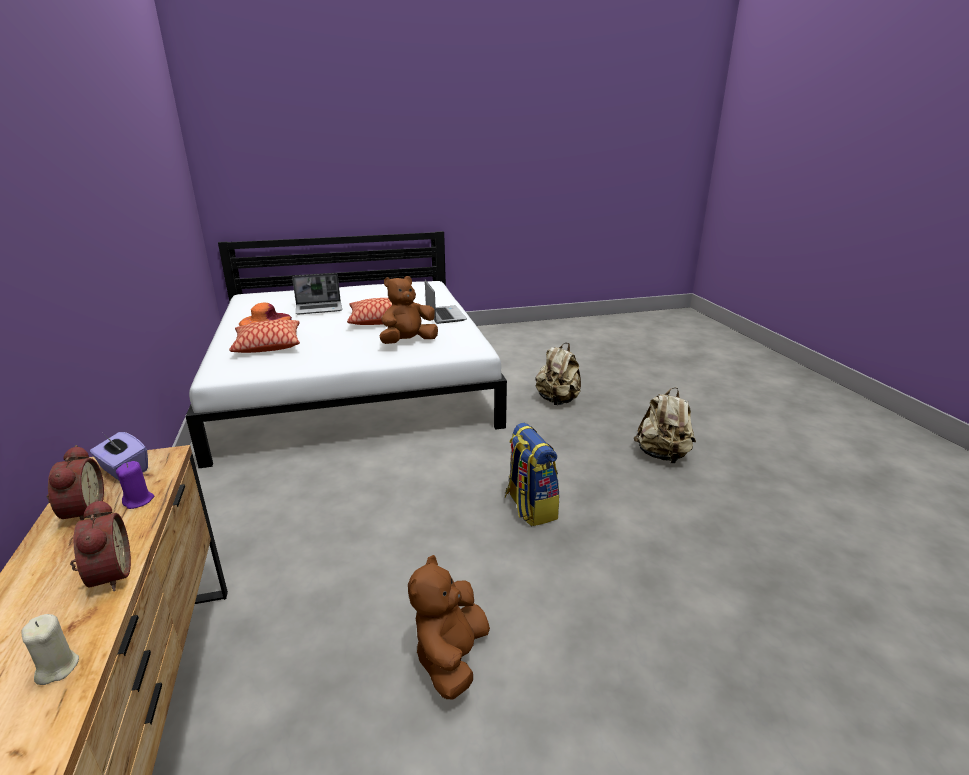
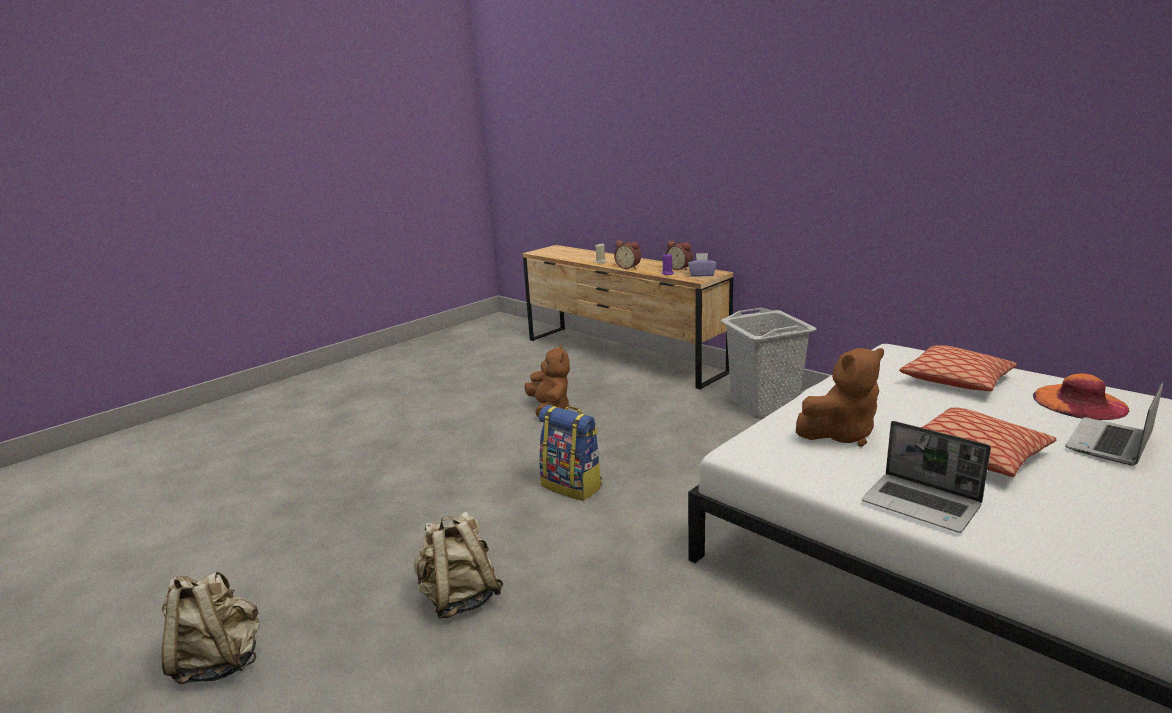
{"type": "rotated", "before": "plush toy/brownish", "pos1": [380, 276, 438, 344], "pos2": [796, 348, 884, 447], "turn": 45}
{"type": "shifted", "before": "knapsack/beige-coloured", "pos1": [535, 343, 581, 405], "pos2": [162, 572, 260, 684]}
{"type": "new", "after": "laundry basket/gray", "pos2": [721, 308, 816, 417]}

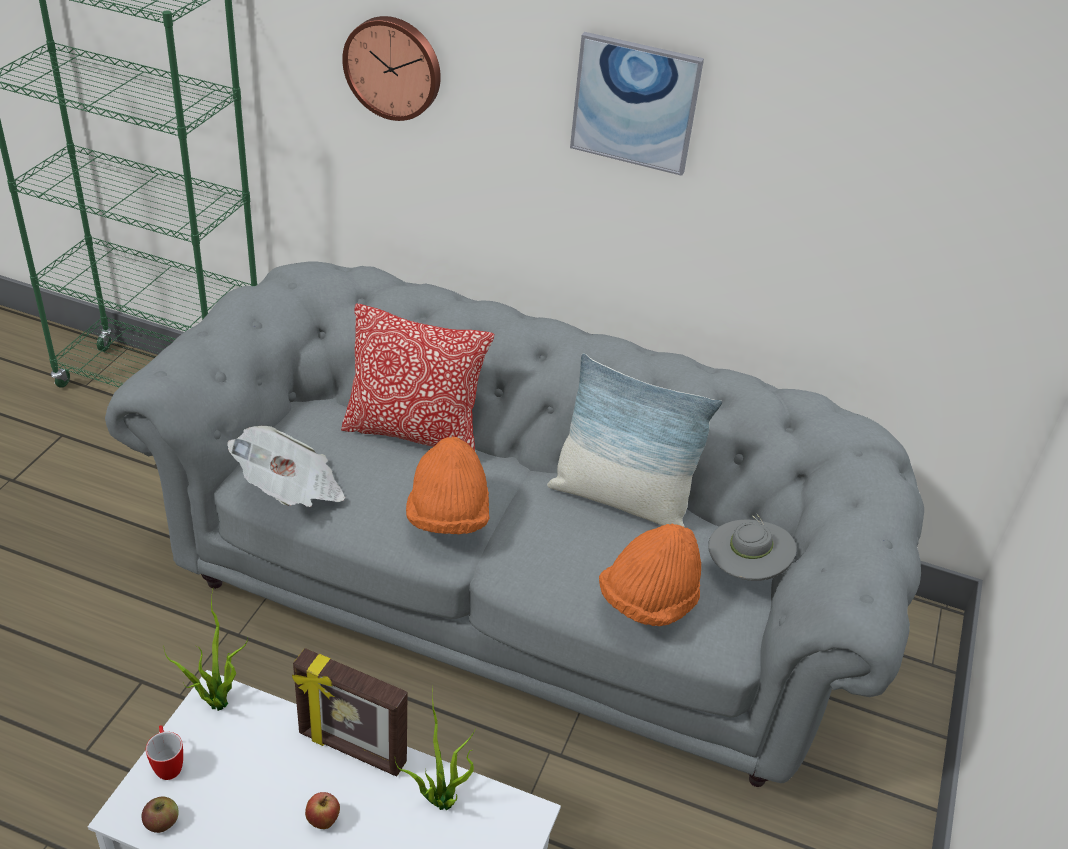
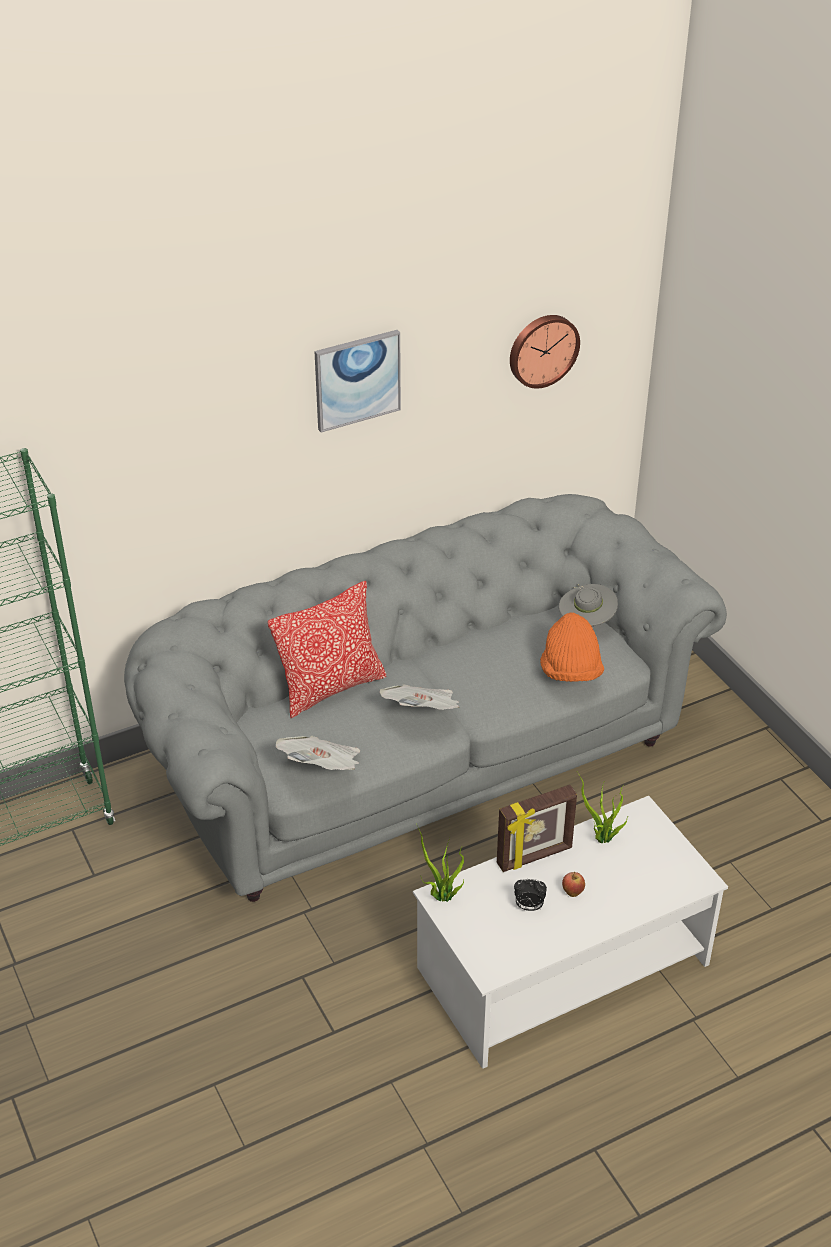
{"type": "gone", "before": "apple", "pos1": [142, 796, 179, 833]}
{"type": "gone", "before": "tea mug", "pos1": [146, 725, 183, 780]}
{"type": "shifted", "before": "hanging clock", "pos1": [342, 16, 441, 121], "pos2": [510, 315, 580, 389]}
{"type": "swapped", "before": "clothing hat/orange", "after": "daily paper", "pos1": [406, 436, 490, 534], "pos2": [380, 684, 459, 710]}
{"type": "gone", "before": "throw pillow", "pos1": [547, 353, 722, 527]}
{"type": "new", "after": "alarm clock", "pos2": [514, 879, 547, 911]}

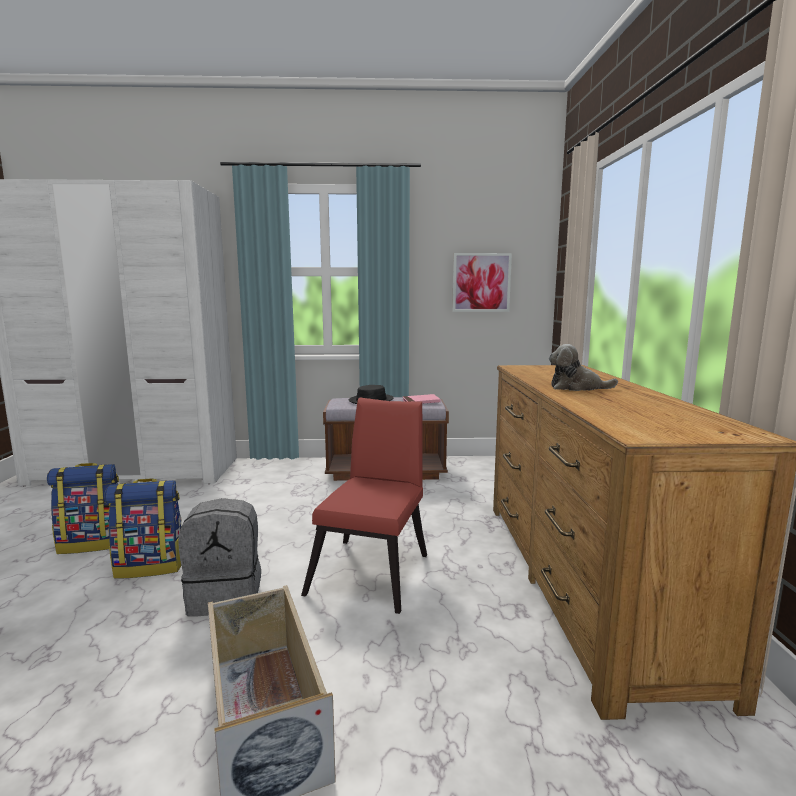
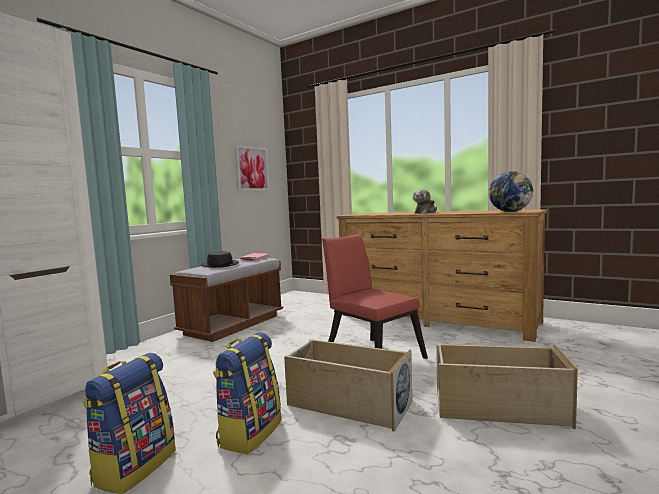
{"type": "swapped", "before": "knapsack/gray", "after": "storage container/beige-coloured", "pos1": [179, 498, 261, 617], "pos2": [284, 339, 412, 432]}
{"type": "new", "after": "world globe", "pos2": [489, 171, 533, 212]}

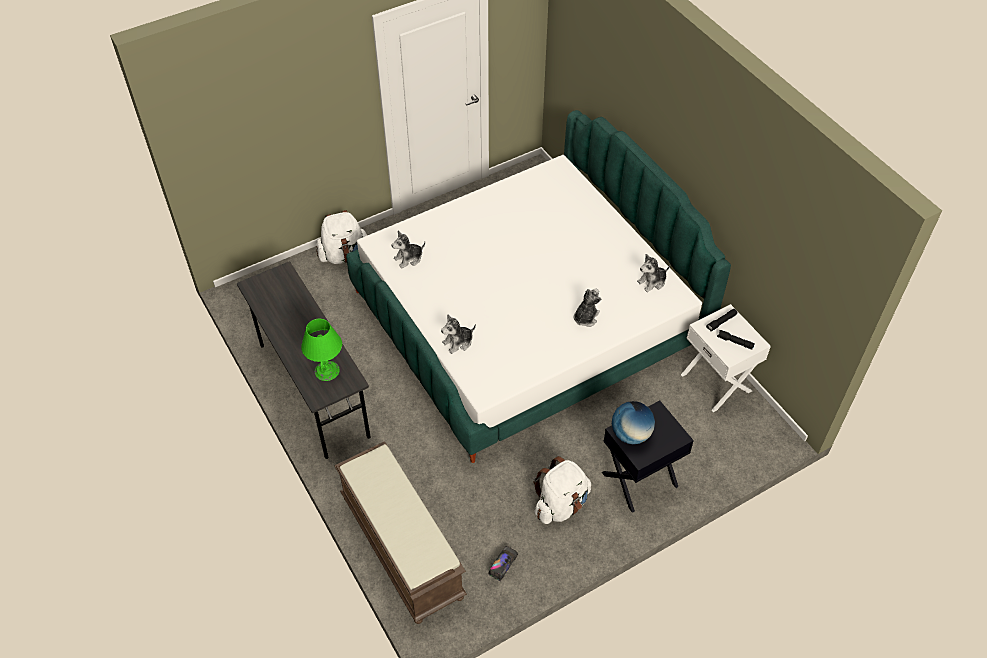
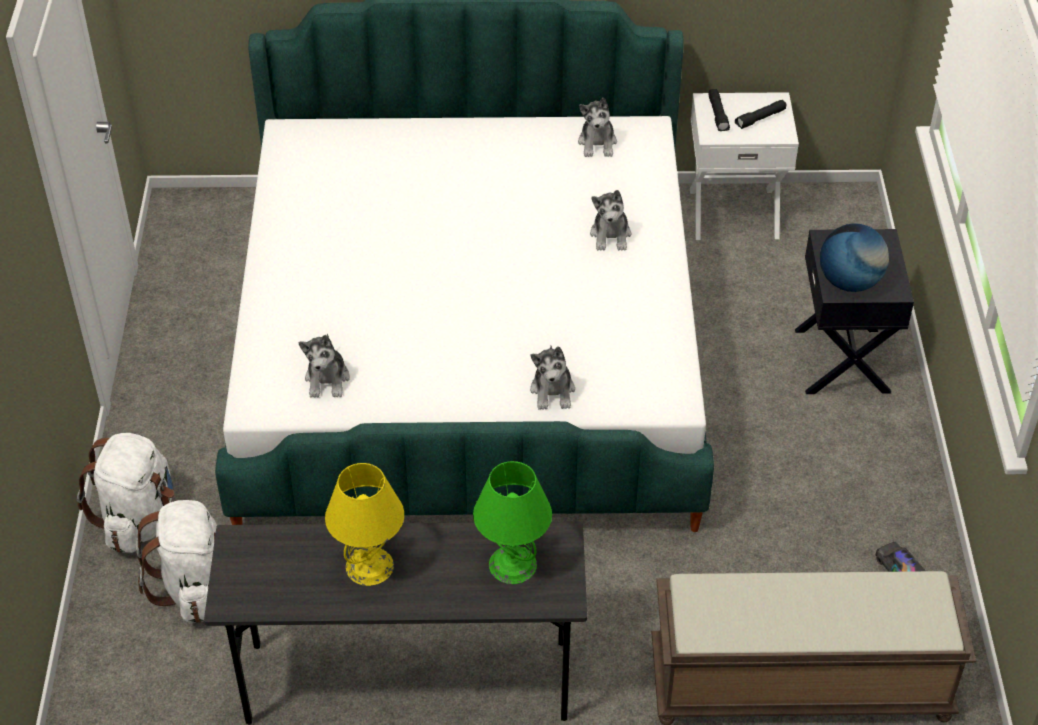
{"type": "shifted", "before": "knapsack/white-coloured", "pos1": [533, 456, 591, 524], "pos2": [136, 500, 218, 623]}
{"type": "rotated", "before": "plush toy", "pos1": [574, 288, 602, 327], "pos2": [590, 190, 631, 250], "turn": -150}
{"type": "new", "after": "lamp for a table/yellowish", "pos2": [325, 463, 404, 586]}

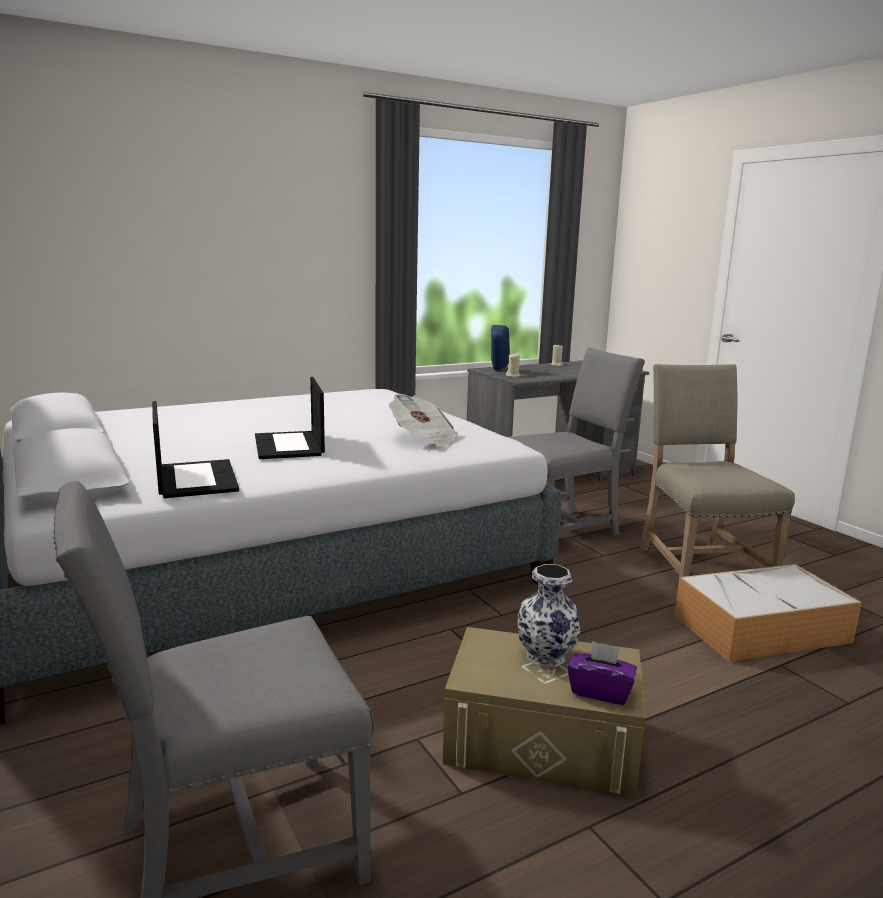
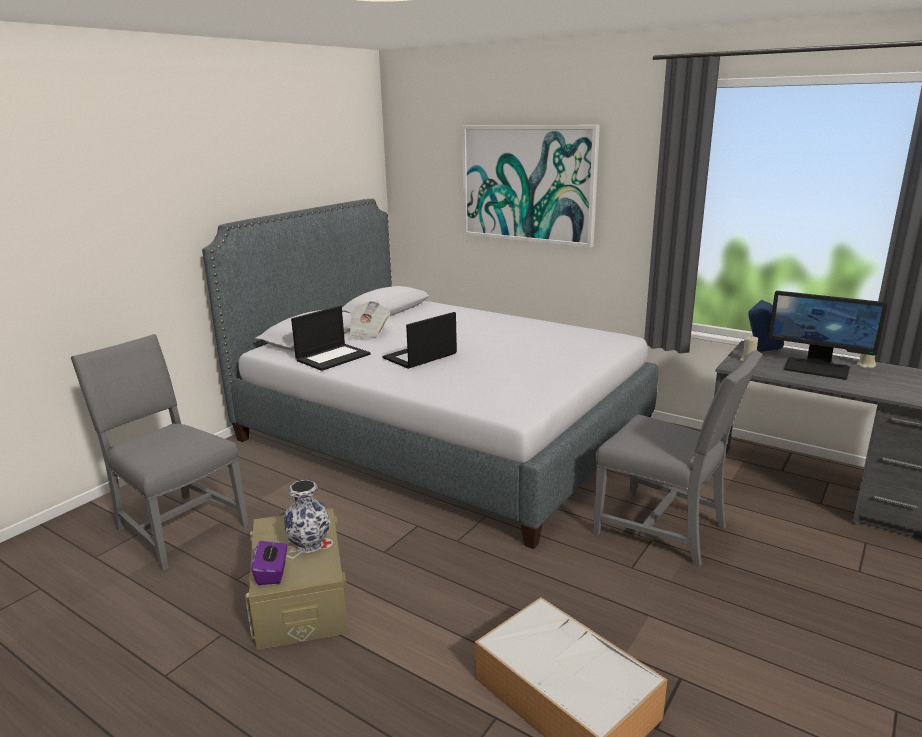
{"type": "shifted", "before": "daily paper", "pos1": [389, 394, 458, 447], "pos2": [347, 301, 390, 340]}
{"type": "gone", "before": "chair/beige-coloured", "pos1": [640, 364, 795, 593]}
{"type": "new", "after": "picture", "pos2": [462, 125, 600, 248]}
{"type": "new", "after": "computer screen", "pos2": [769, 291, 888, 380]}

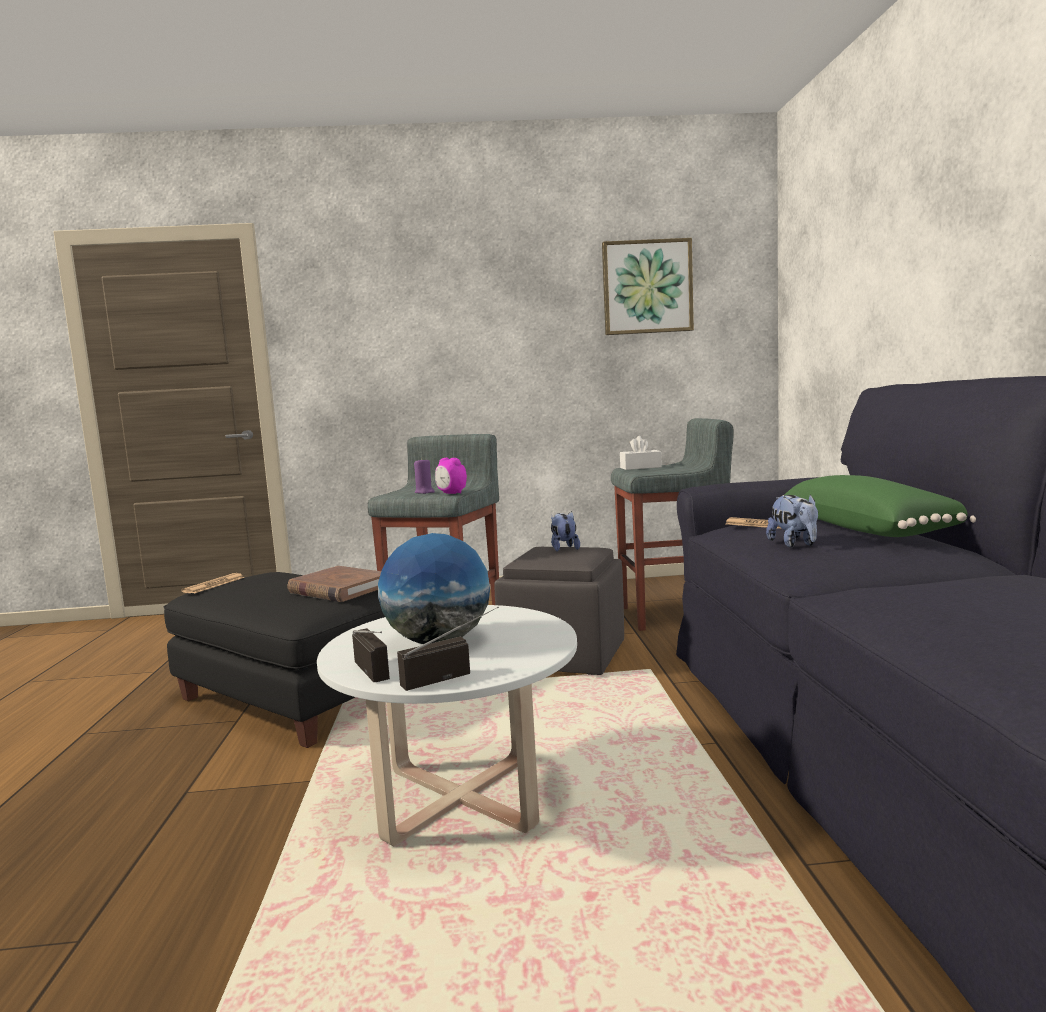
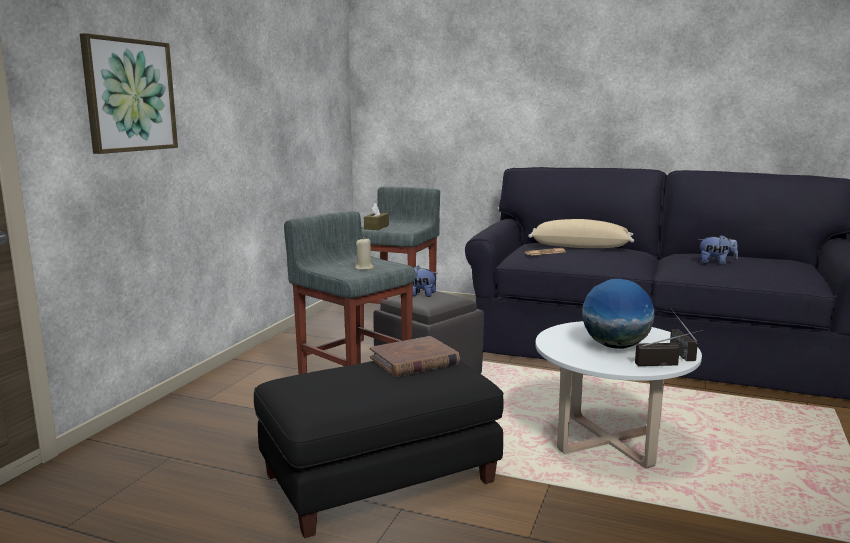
{"type": "gone", "before": "daily paper", "pos1": [181, 573, 245, 593]}
{"type": "repainted", "before": "candle/purple", "after": "candle/beige-coloured", "pos1": [414, 460, 435, 494], "pos2": [355, 237, 374, 270]}
{"type": "gone", "before": "alarm clock", "pos1": [435, 458, 467, 494]}
{"type": "shifted", "before": "picture", "pos1": [602, 238, 694, 335], "pos2": [80, 33, 178, 154]}
{"type": "repainted", "before": "tissue holder/white-coloured", "after": "tissue holder/brownish", "pos1": [620, 436, 662, 470], "pos2": [364, 203, 389, 230]}
{"type": "shifted", "before": "plush toy", "pos1": [766, 494, 818, 548], "pos2": [698, 235, 738, 265]}
{"type": "repainted", "before": "throw pillow/green-coloured", "after": "throw pillow/beige-coloured", "pos1": [783, 475, 976, 537], "pos2": [528, 219, 634, 248]}

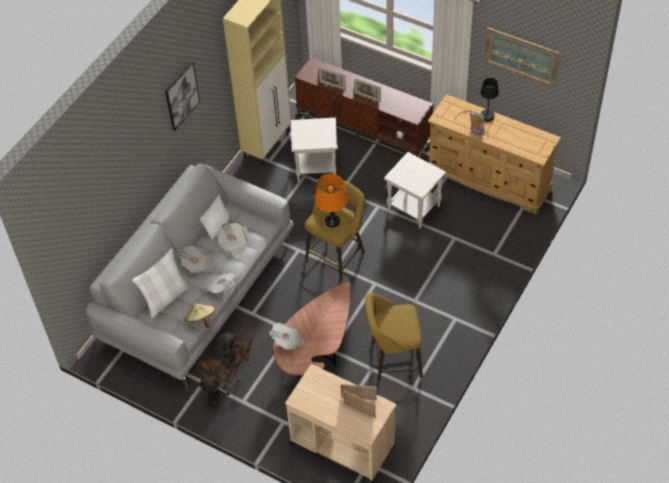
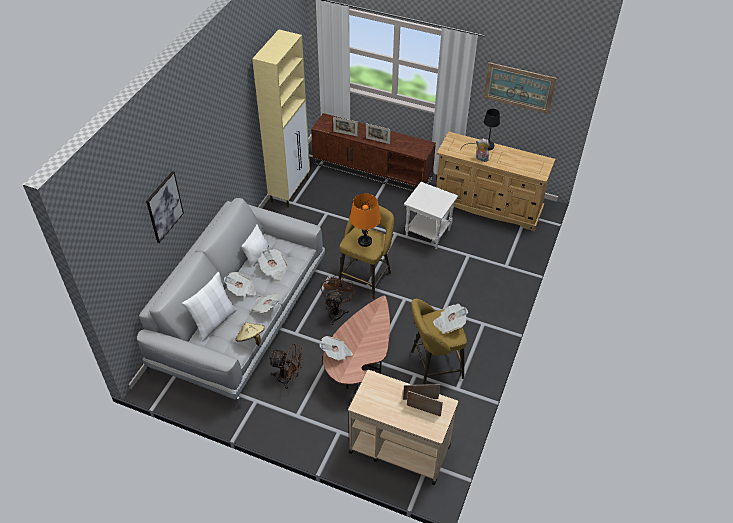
{"type": "shifted", "before": "picture", "pos1": [165, 61, 200, 131], "pos2": [146, 171, 184, 243]}
{"type": "shifted", "before": "fan/brownish", "pos1": [197, 354, 236, 409], "pos2": [321, 274, 355, 325]}
{"type": "gone", "before": "accent table/white-coloured", "pos1": [291, 118, 338, 182]}
{"type": "new", "after": "daily paper", "pos2": [433, 304, 468, 334]}

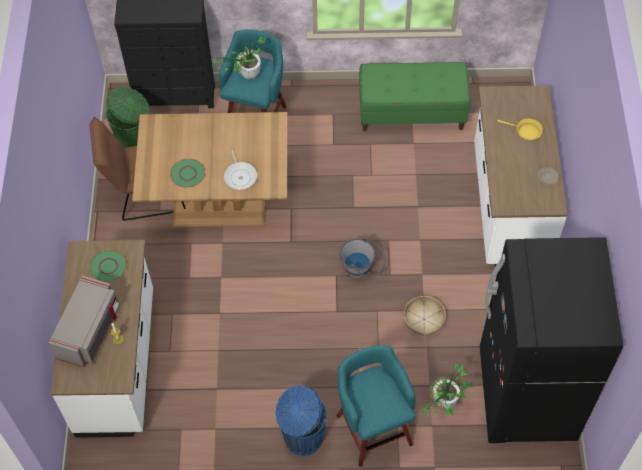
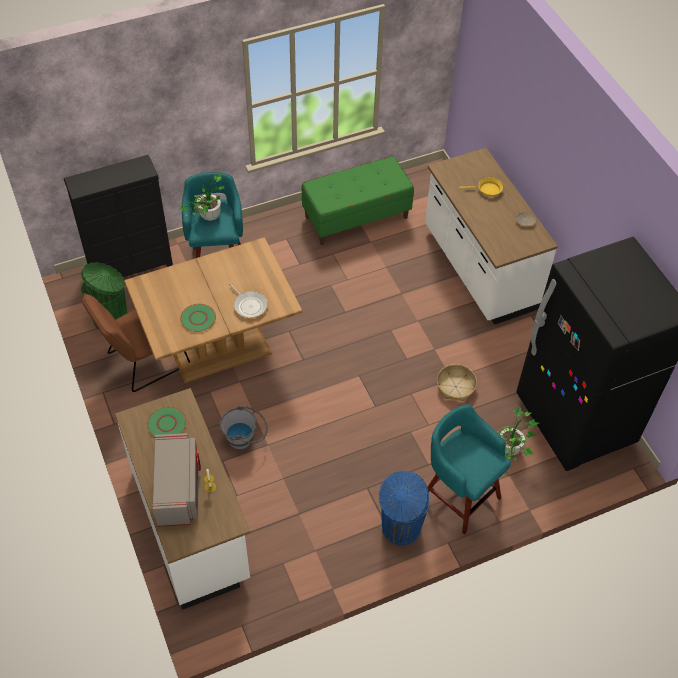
{"type": "shifted", "before": "water bucket/gray", "pos1": [340, 237, 385, 278], "pos2": [220, 406, 268, 449]}

